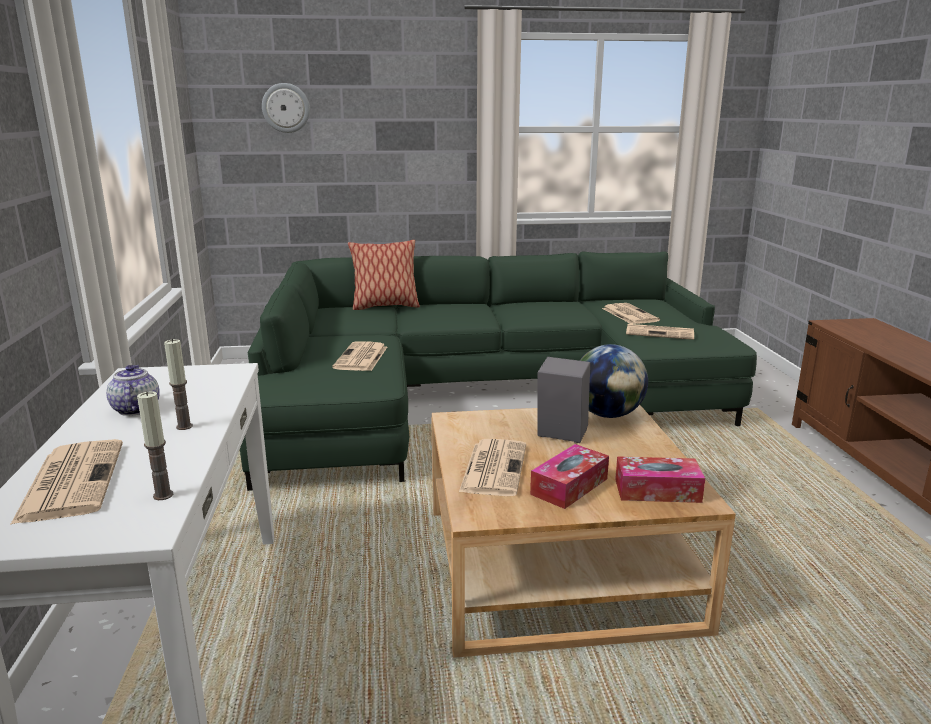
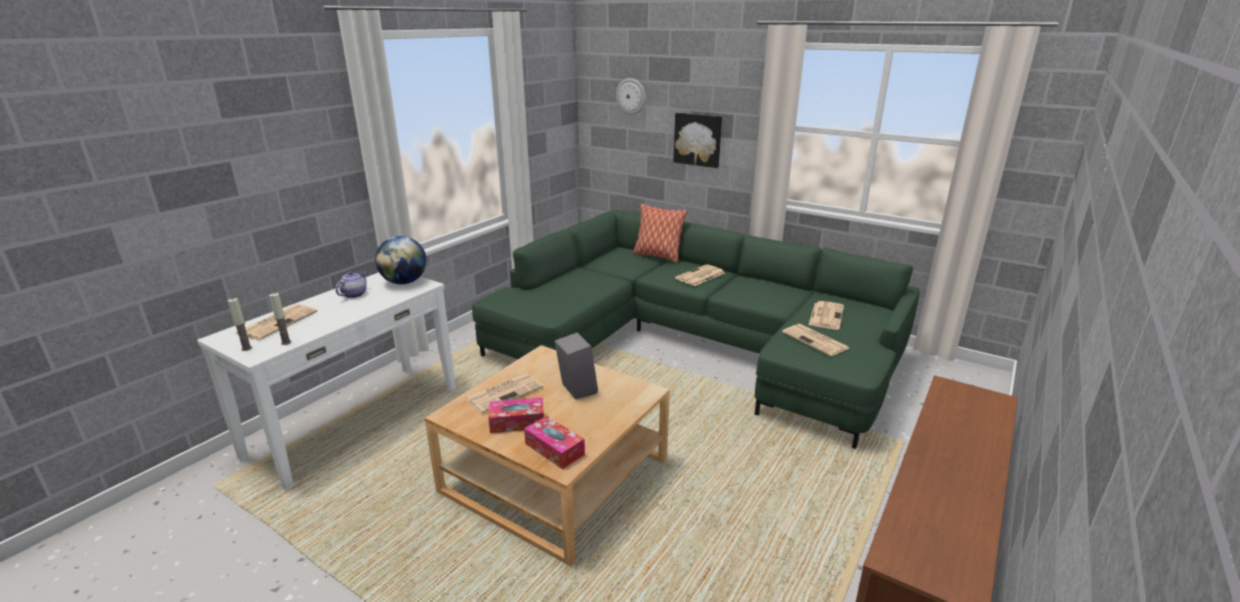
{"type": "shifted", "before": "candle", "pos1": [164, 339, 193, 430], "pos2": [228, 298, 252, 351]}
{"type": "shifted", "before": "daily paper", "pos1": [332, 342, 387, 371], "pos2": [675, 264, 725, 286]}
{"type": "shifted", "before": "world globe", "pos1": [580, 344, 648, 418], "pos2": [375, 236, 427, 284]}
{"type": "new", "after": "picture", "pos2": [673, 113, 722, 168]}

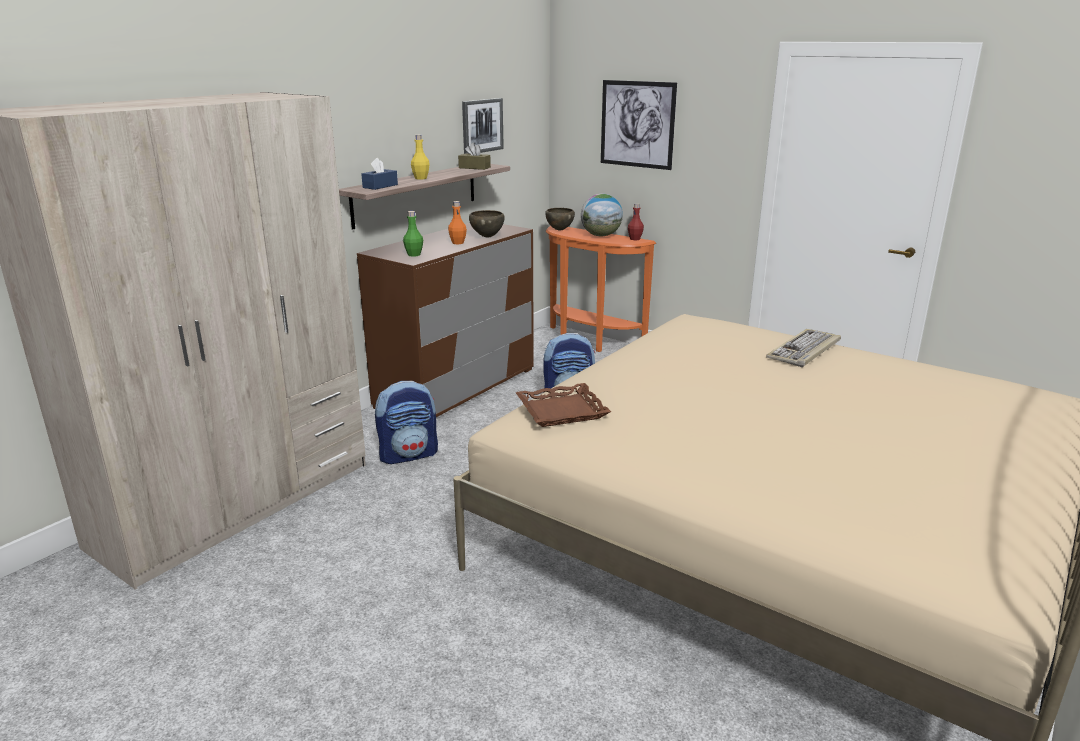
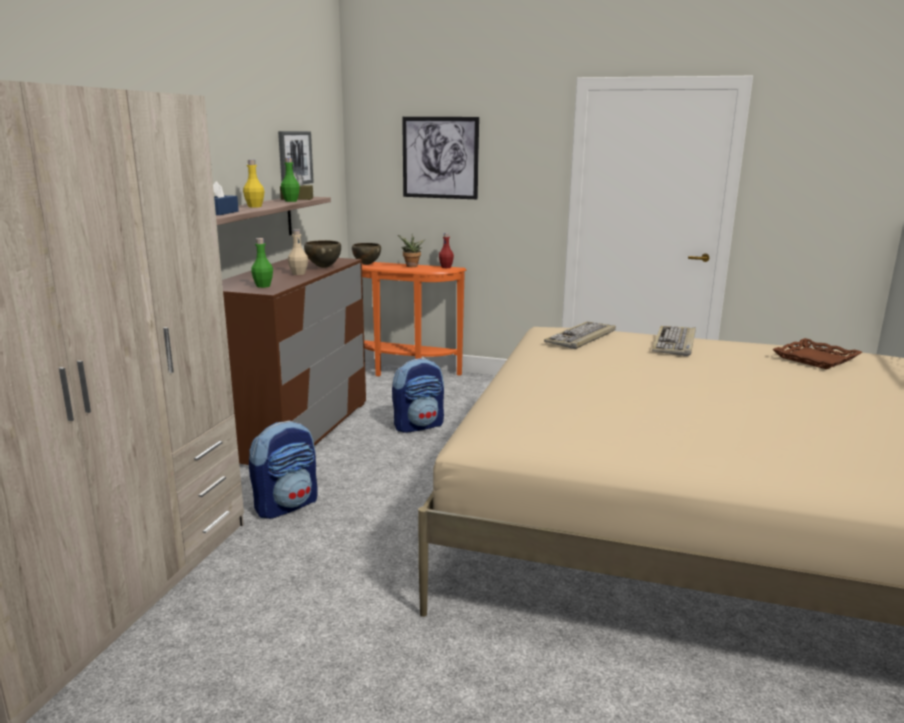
{"type": "repainted", "before": "bottle/orange", "after": "bottle/beige-coloured", "pos1": [448, 201, 467, 244], "pos2": [288, 229, 308, 275]}
{"type": "shifted", "before": "tray/brownish", "pos1": [516, 383, 611, 427], "pos2": [772, 338, 862, 369]}
{"type": "swapped", "before": "world globe", "after": "houseplant", "pos1": [581, 194, 623, 236], "pos2": [398, 234, 426, 267]}
{"type": "new", "after": "bottle/green-coloured", "pos2": [281, 158, 300, 202]}
{"type": "new", "after": "PC keyboard", "pos2": [544, 322, 616, 349]}

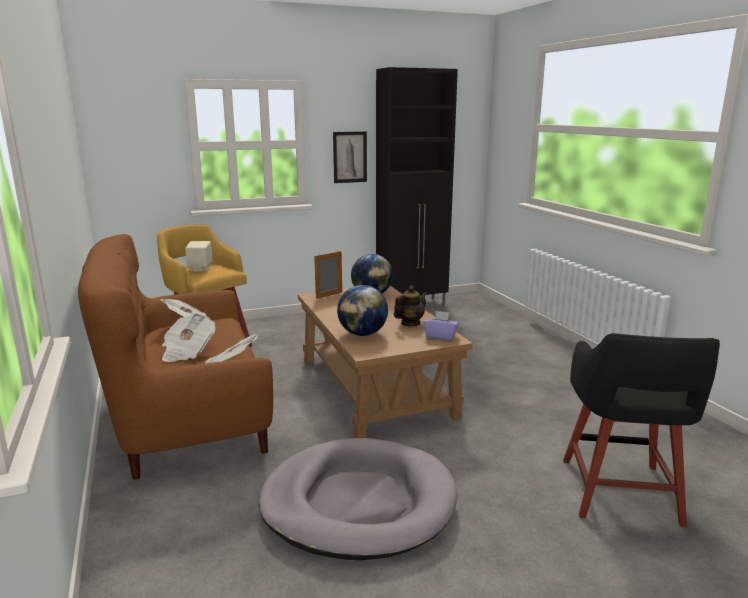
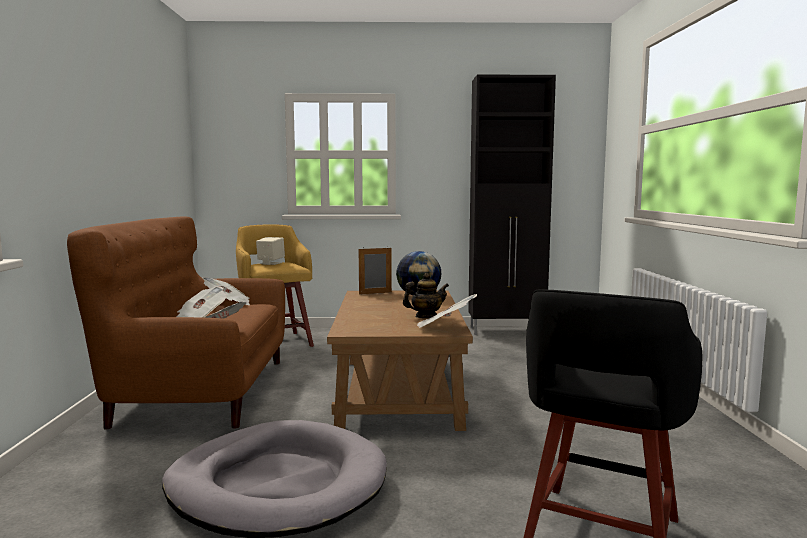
{"type": "gone", "before": "picture", "pos1": [333, 131, 367, 183]}
{"type": "gone", "before": "world globe", "pos1": [337, 285, 388, 336]}
{"type": "swapped", "before": "tissue holder/purple", "after": "daily paper", "pos1": [423, 311, 459, 340], "pos2": [417, 294, 477, 328]}

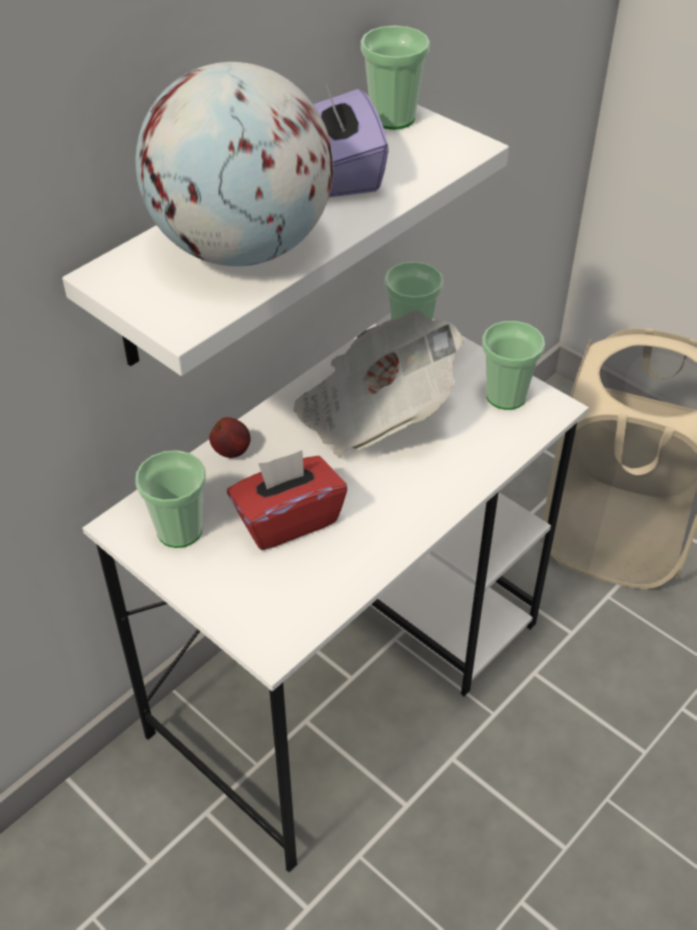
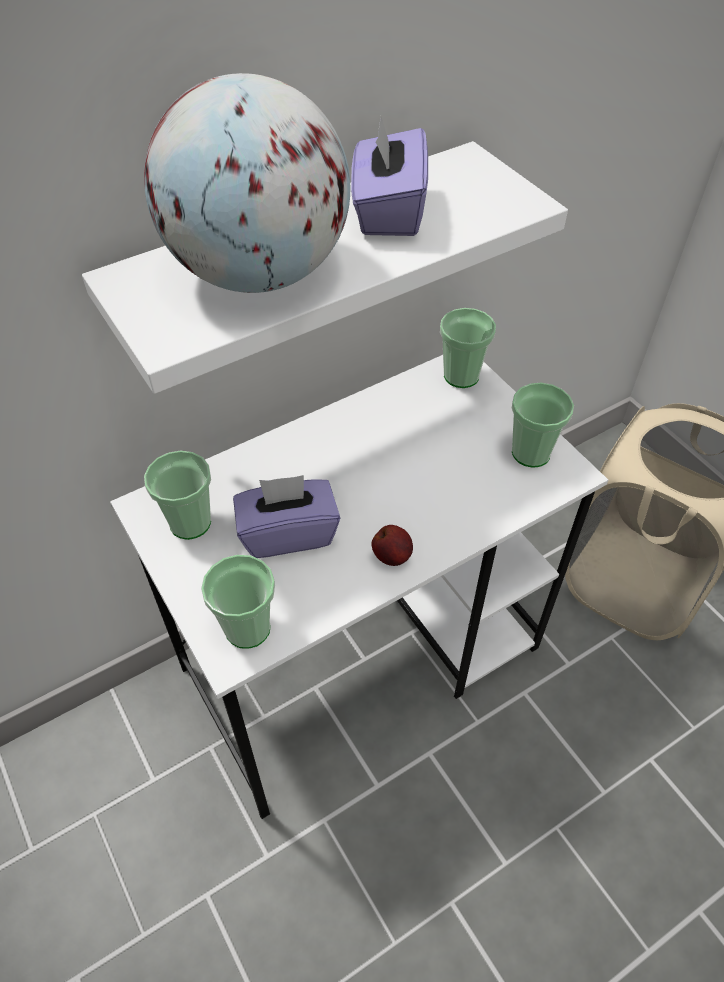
{"type": "shifted", "before": "apple", "pos1": [209, 417, 251, 458], "pos2": [372, 525, 413, 566]}
{"type": "repainted", "before": "tissue holder/reddish", "after": "tissue holder/purple", "pos1": [227, 450, 347, 550], "pos2": [233, 475, 340, 558]}
{"type": "gone", "before": "daily paper", "pos1": [293, 311, 463, 457]}
{"type": "shifted", "before": "drinking cup", "pos1": [361, 26, 430, 130], "pos2": [201, 555, 275, 649]}

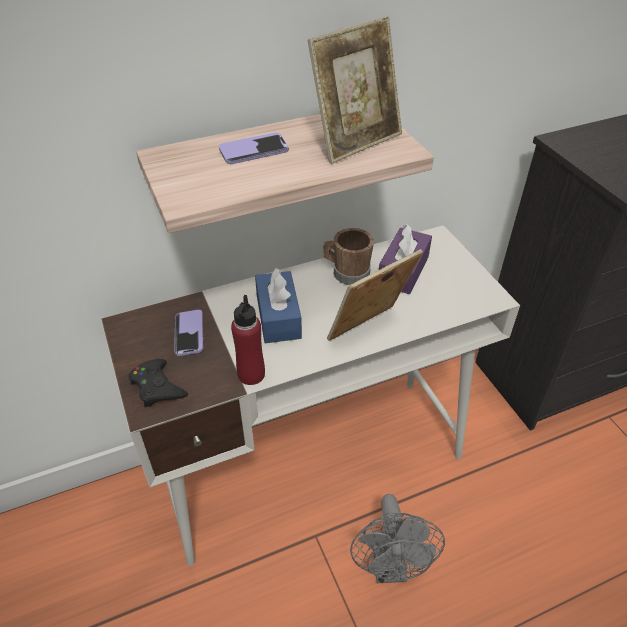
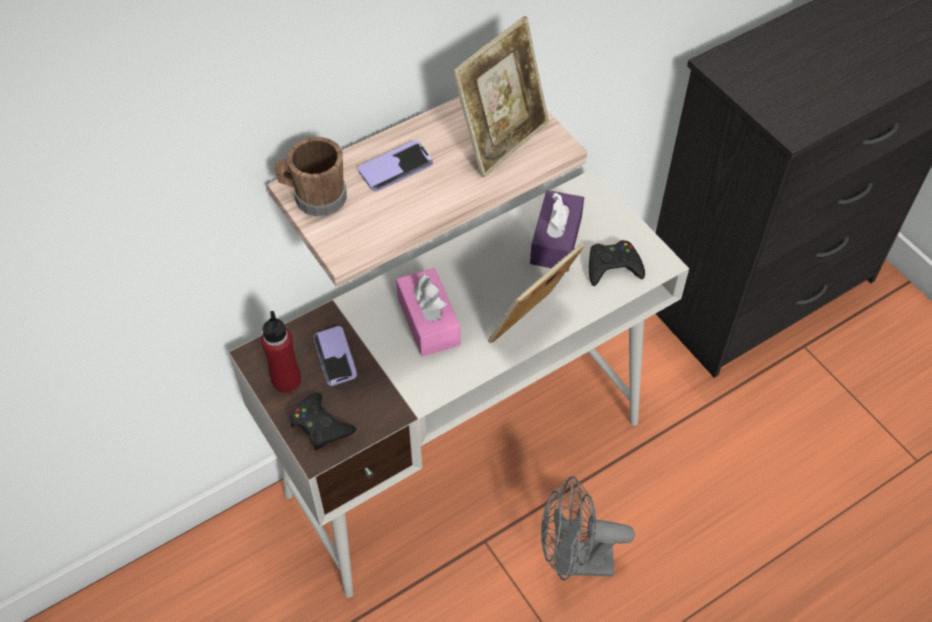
{"type": "shifted", "before": "bottle/reddish", "pos1": [231, 295, 265, 385], "pos2": [261, 311, 301, 393]}
{"type": "repainted", "before": "tissue holder/bluish", "after": "tissue holder/pink", "pos1": [255, 267, 302, 343], "pos2": [396, 268, 461, 357]}
{"type": "shifted", "before": "tea mug/brownish", "pos1": [323, 228, 374, 285], "pos2": [274, 137, 347, 217]}
{"type": "rotated", "before": "fan/gray", "pos1": [350, 494, 445, 583], "pos2": [541, 476, 635, 581], "turn": 105}
{"type": "new", "after": "game controller/black", "pos2": [589, 240, 645, 286]}

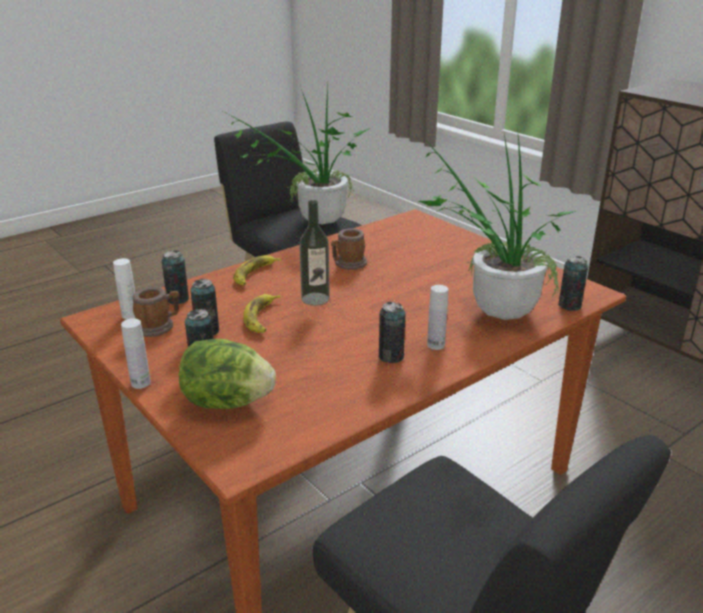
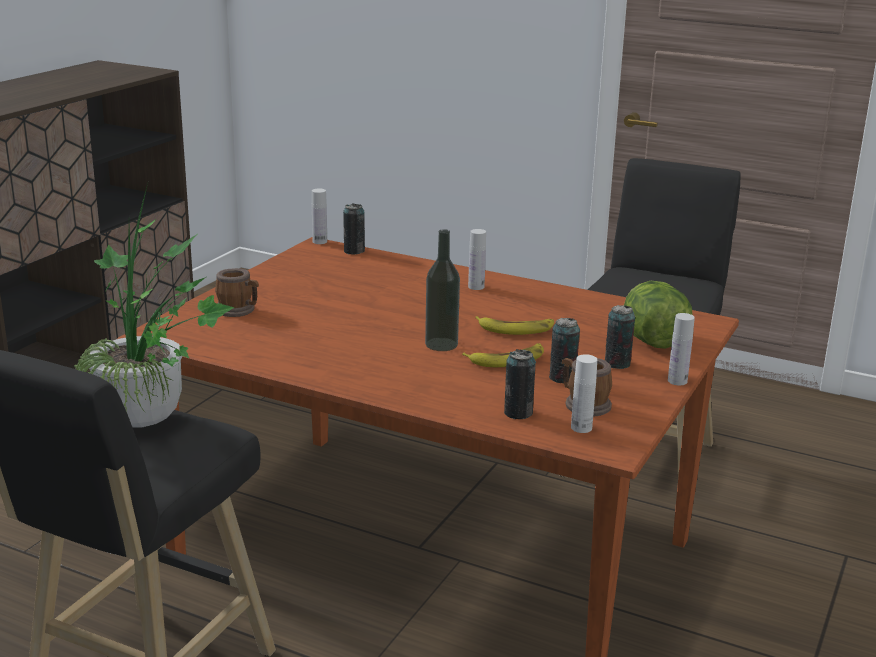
{"type": "shifted", "before": "whole banana", "pos1": [233, 255, 282, 285], "pos2": [475, 316, 554, 335]}
{"type": "shifted", "before": "tea mug", "pos1": [331, 228, 367, 270], "pos2": [215, 268, 259, 317]}
{"type": "gone", "before": "can", "pos1": [379, 302, 406, 363]}
{"type": "gone", "before": "houseplant", "pos1": [419, 127, 576, 320]}
{"type": "new", "after": "bottle/white-coloured", "pos2": [312, 189, 327, 244]}

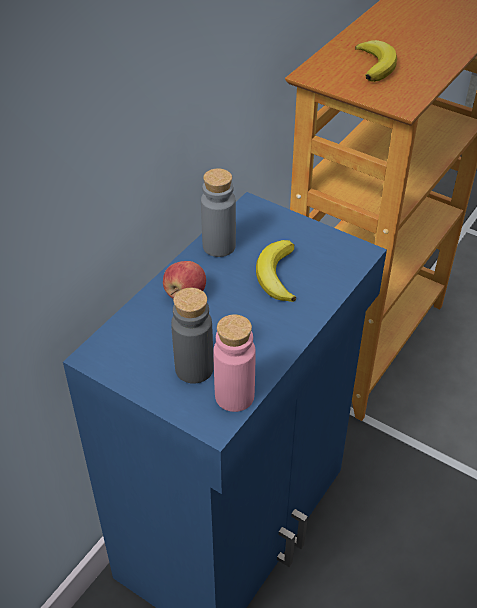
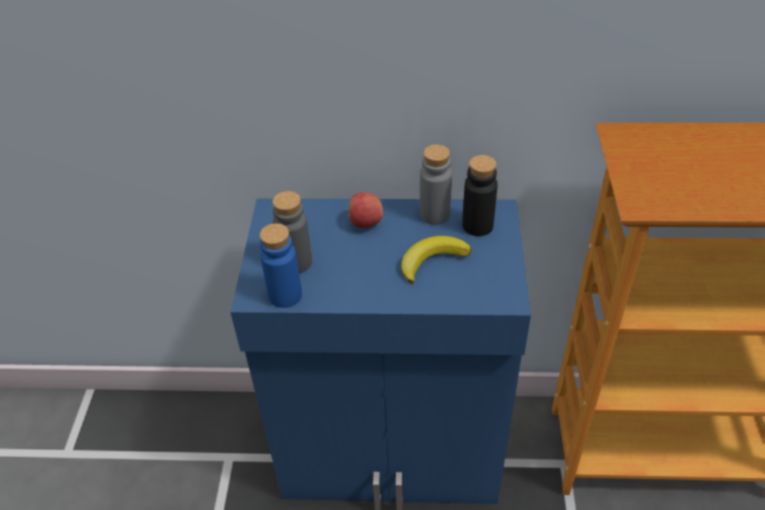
{"type": "repainted", "before": "bottle/pink", "after": "bottle/bluish", "pos1": [213, 314, 256, 412], "pos2": [260, 223, 302, 308]}
{"type": "gone", "before": "whole banana", "pos1": [355, 40, 397, 82]}
{"type": "new", "after": "bottle/black", "pos2": [462, 155, 498, 236]}

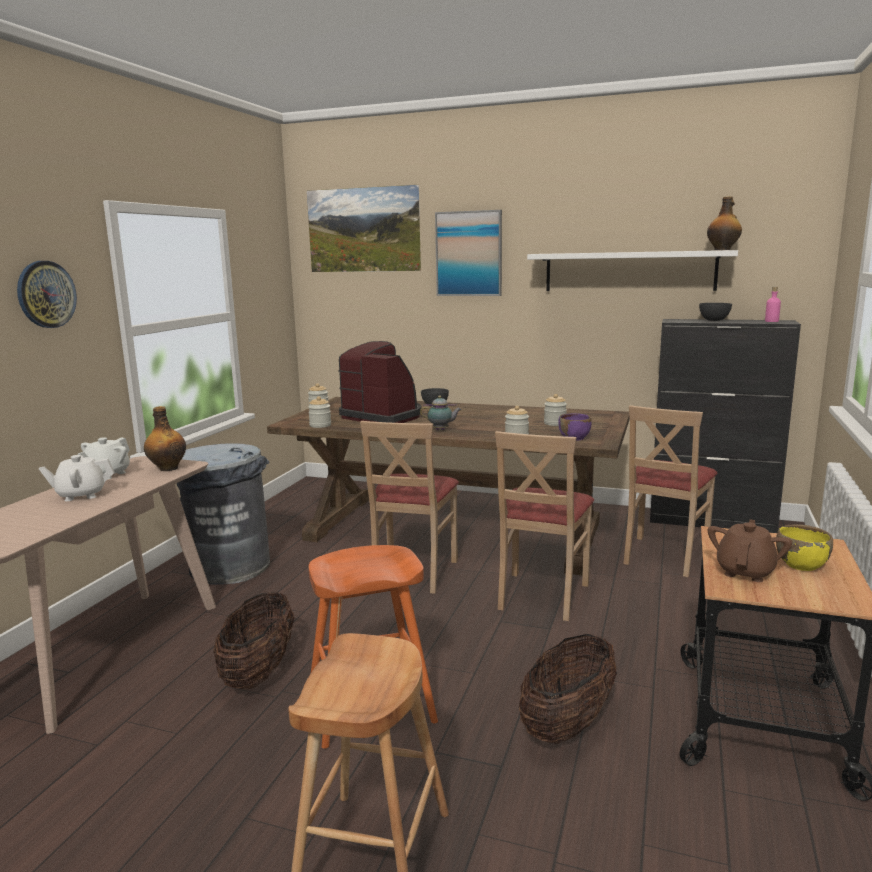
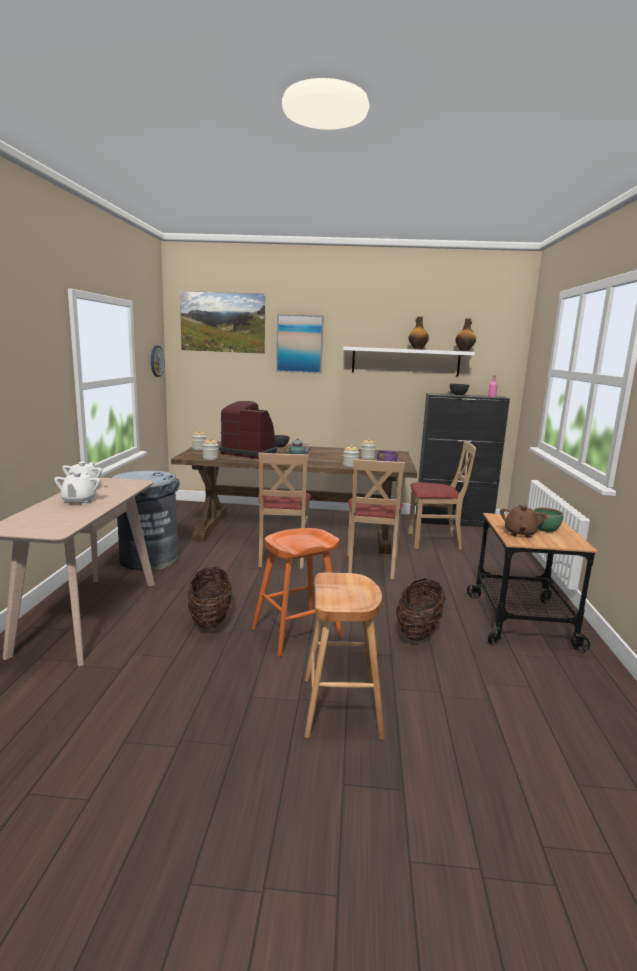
{"type": "shifted", "before": "hanging clock", "pos1": [17, 261, 77, 328], "pos2": [151, 345, 164, 377]}
{"type": "rotated", "before": "pot for tea/white-coloured", "pos1": [39, 455, 114, 501], "pos2": [54, 472, 101, 505], "turn": -60}
{"type": "shifted", "before": "bottle", "pos1": [144, 406, 186, 471], "pos2": [409, 316, 429, 350]}
{"type": "rotated", "before": "chair/beige-coloured", "pos1": [623, 405, 718, 577], "pos2": [408, 441, 476, 550], "turn": -105}
{"type": "repainted", "before": "serving bowl/yellowish", "after": "serving bowl/green-coloured", "pos1": [776, 524, 833, 571], "pos2": [534, 508, 563, 532]}

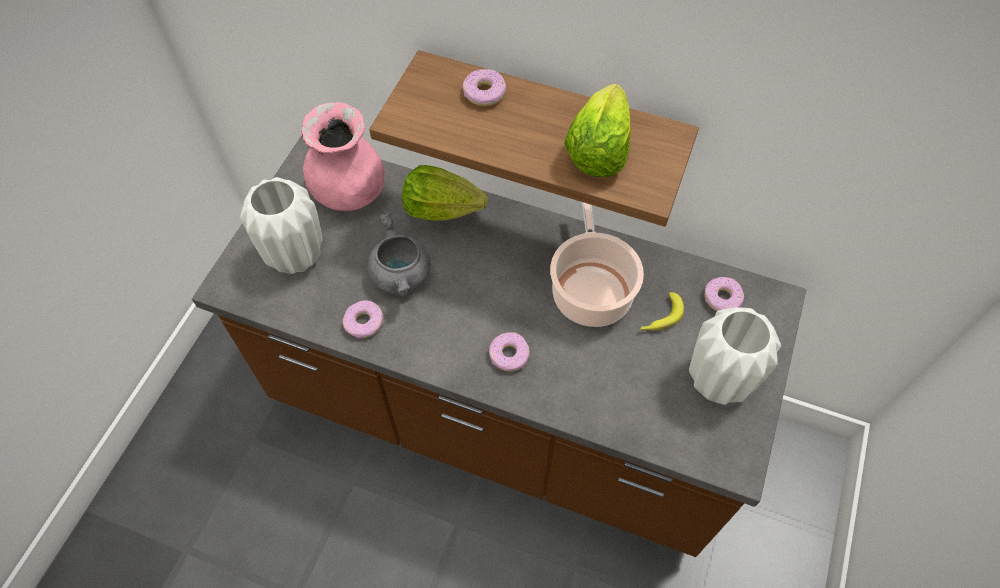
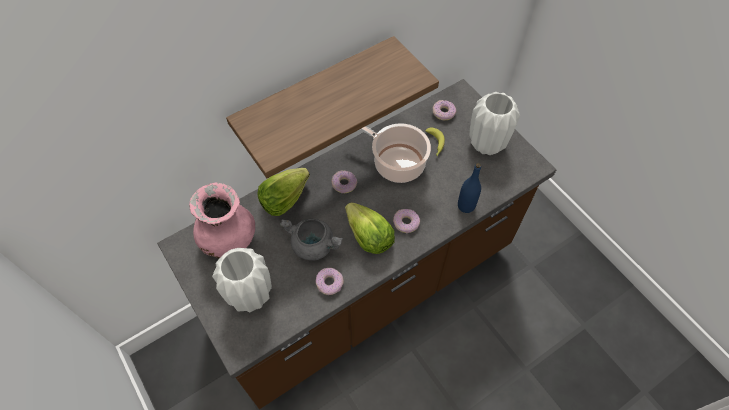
{"type": "shifted", "before": "donut", "pos1": [463, 69, 506, 106], "pos2": [331, 170, 357, 193]}
{"type": "shifted", "before": "lettuce head", "pos1": [564, 84, 631, 177], "pos2": [345, 202, 395, 254]}
{"type": "new", "after": "bottle/bluish", "pos2": [458, 163, 481, 213]}

